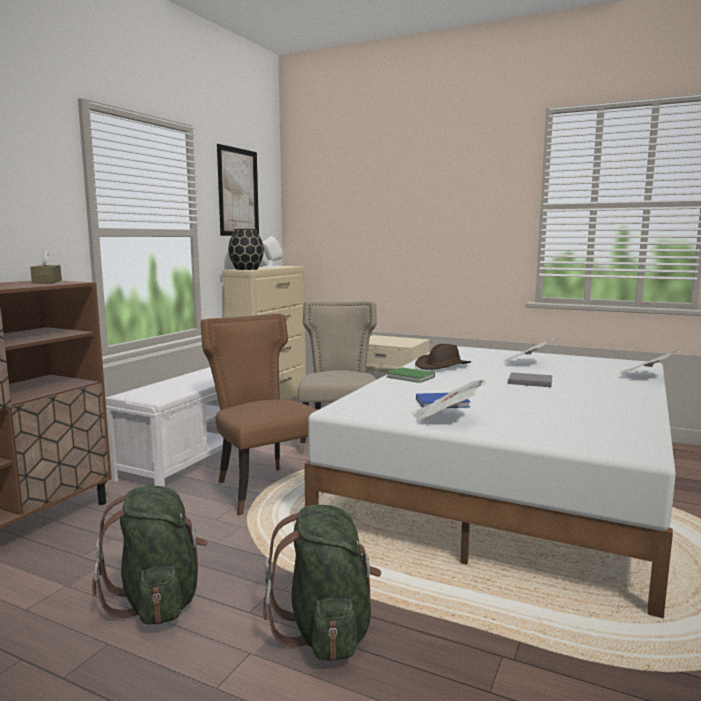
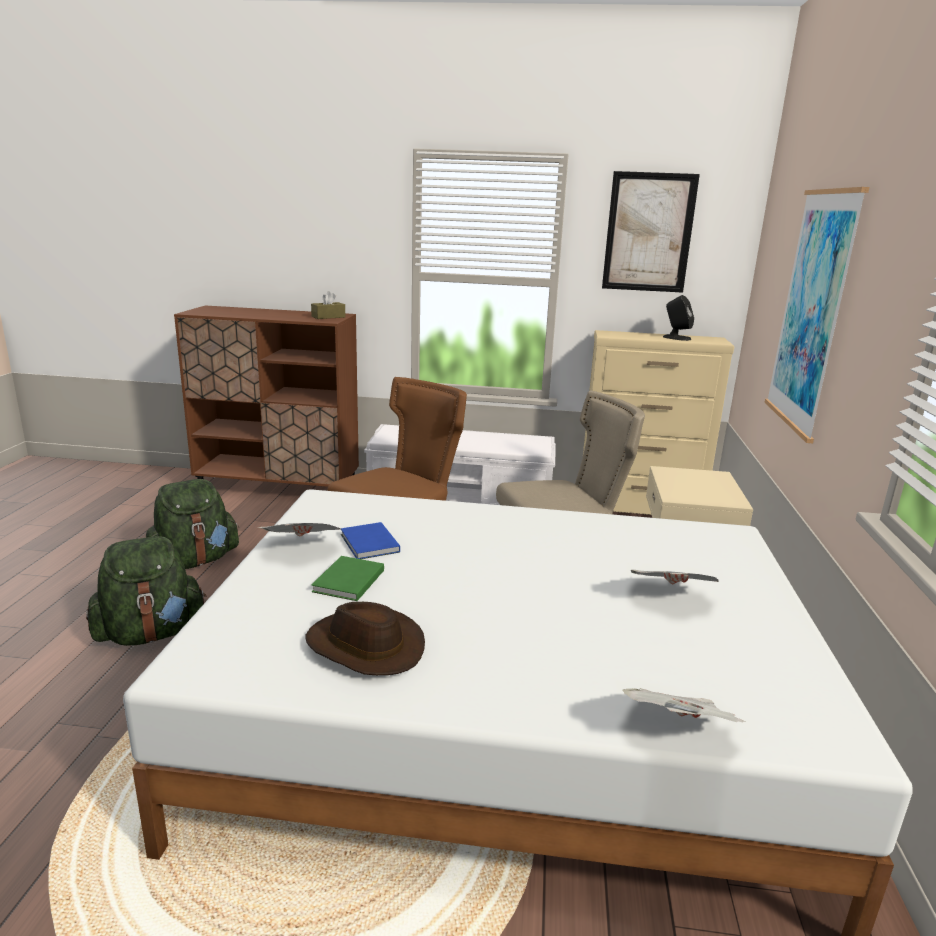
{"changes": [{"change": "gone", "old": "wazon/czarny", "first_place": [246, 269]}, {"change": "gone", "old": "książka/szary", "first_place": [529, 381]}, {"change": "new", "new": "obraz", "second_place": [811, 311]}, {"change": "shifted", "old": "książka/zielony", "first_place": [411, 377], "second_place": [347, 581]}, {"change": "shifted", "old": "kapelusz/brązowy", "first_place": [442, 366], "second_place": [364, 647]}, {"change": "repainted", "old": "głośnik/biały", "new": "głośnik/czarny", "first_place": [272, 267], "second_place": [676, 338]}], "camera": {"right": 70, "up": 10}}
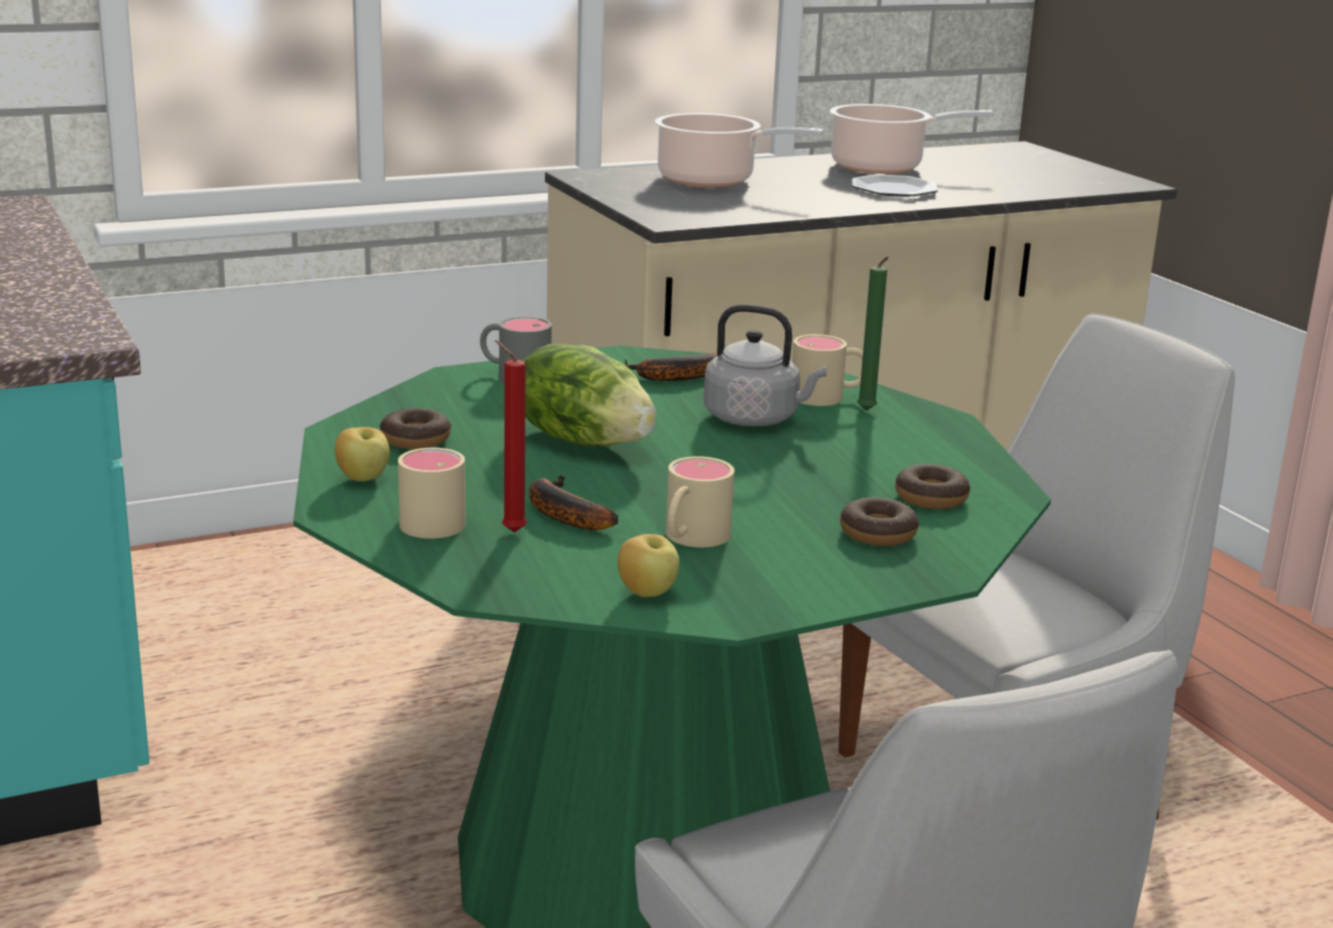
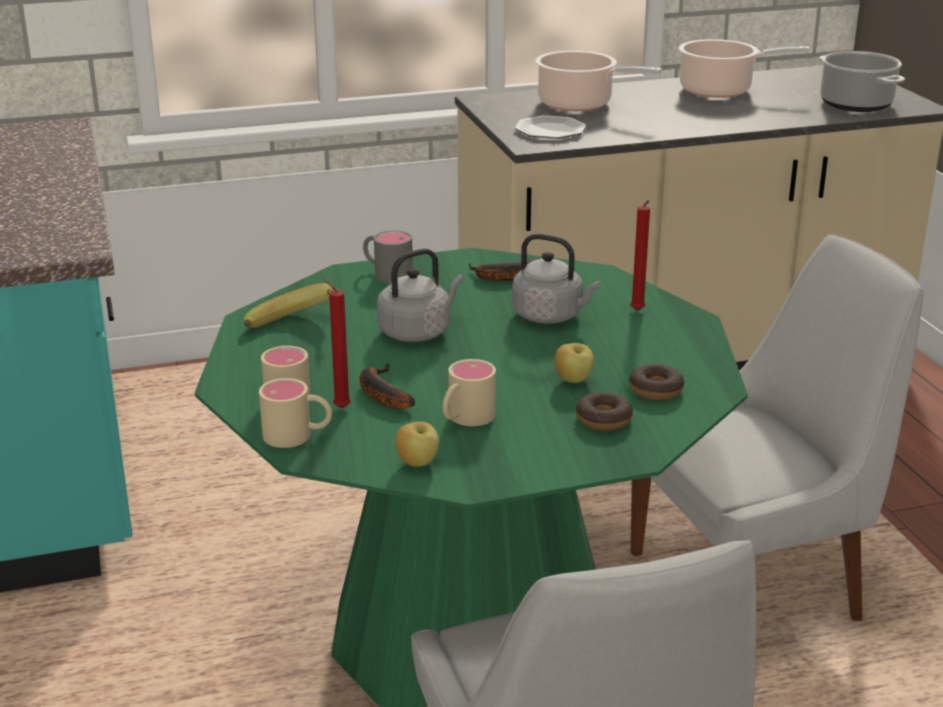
{"changes": [{"change": "new", "new": "garnek", "second_place": [857, 104]}, {"change": "shifted", "old": "jabłko", "first_place": [363, 479], "second_place": [574, 380]}, {"change": "shifted", "old": "kubek/beżowy", "first_place": [829, 397], "second_place": [298, 436]}, {"change": "shifted", "old": "talerz", "first_place": [894, 190], "second_place": [551, 131]}, {"change": "swapped", "old": "donut", "new": "banan", "first_place": [415, 440], "second_place": [298, 327]}, {"change": "swapped", "old": "sałata", "new": "czajnik/szary", "first_place": [584, 440], "second_place": [418, 331]}, {"change": "repainted", "old": "świeca/zielony", "new": "świeca/czerwony", "first_place": [867, 412], "second_place": [638, 312]}], "camera": {"right": 10, "up": 5}}
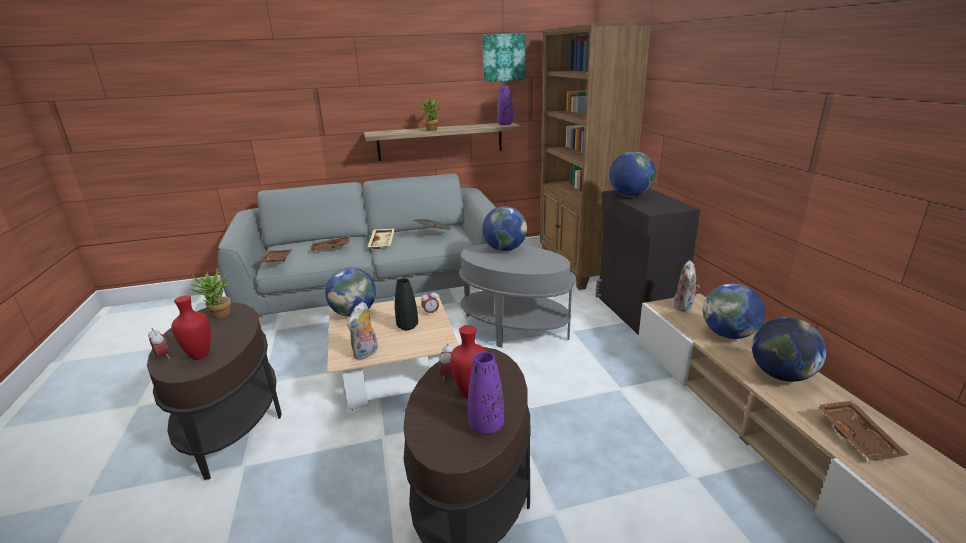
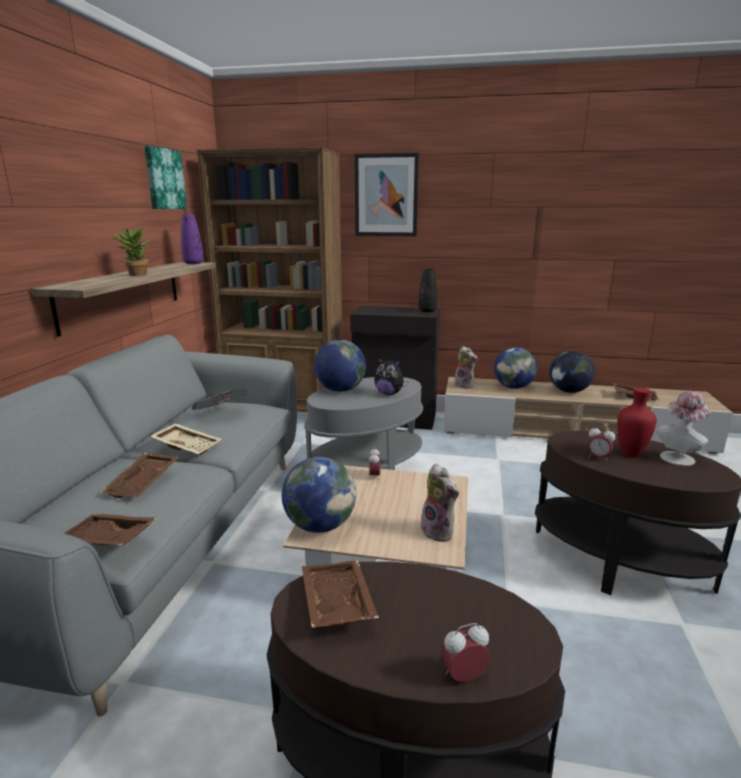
{"changes": [{"change": "gone", "old": "wazon/czerwony", "first_place": [201, 355]}, {"change": "gone", "old": "globus", "first_place": [629, 196]}, {"change": "new", "new": "obraz", "second_place": [386, 195]}, {"change": "new", "new": "pluszak", "second_place": [389, 393]}, {"change": "shifted", "old": "wazon/czarny", "first_place": [407, 326], "second_place": [427, 311]}, {"change": "swapped", "old": "roślina doniczkowa", "new": "taca/brązowy", "first_place": [219, 316], "second_place": [335, 603]}, {"change": "swapped", "old": "wazon/fioletowy", "new": "kapelusz", "first_place": [486, 426], "second_place": [679, 457]}], "camera": {"right": -65, "up": -5}}
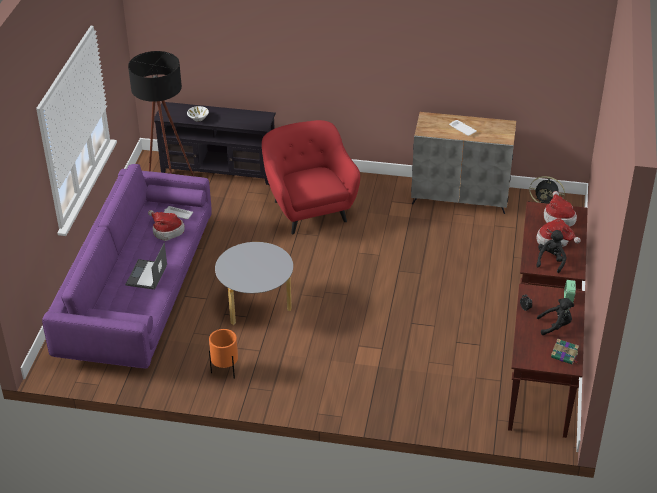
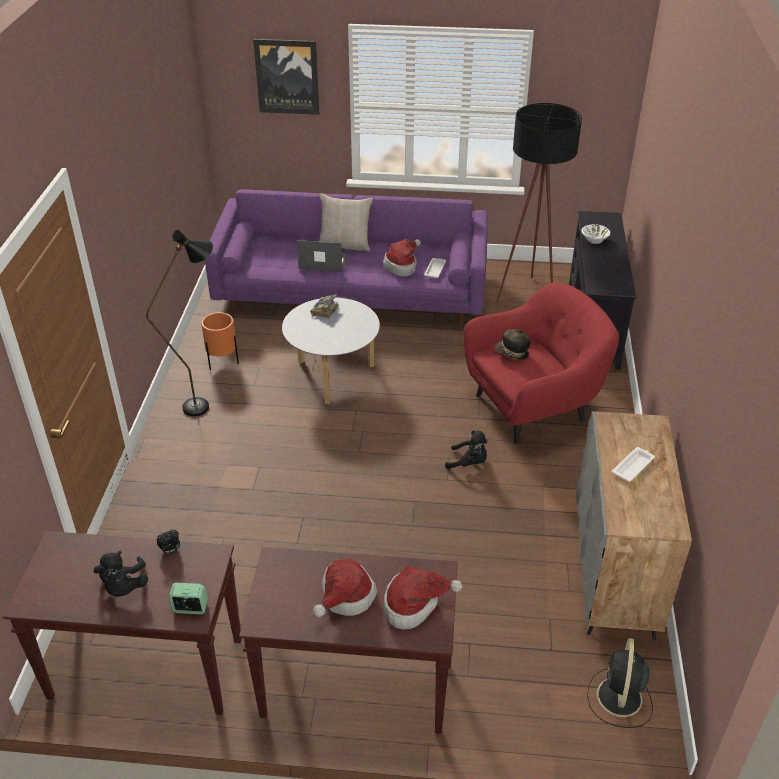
{"changes": [{"change": "new", "new": "lampa stojąca/czarny", "second_place": [205, 404]}, {"change": "new", "new": "obraz", "second_place": [287, 76]}, {"change": "new", "new": "poduszka/beżowy", "second_place": [345, 244]}, {"change": "new", "new": "kapelusz", "second_place": [511, 354]}, {"change": "shifted", "old": "pluszak/czarny", "first_place": [551, 261], "second_place": [469, 463]}, {"change": "shifted", "old": "książka", "first_place": [565, 356], "second_place": [324, 310]}], "camera": {"right": 85, "up": 0}}
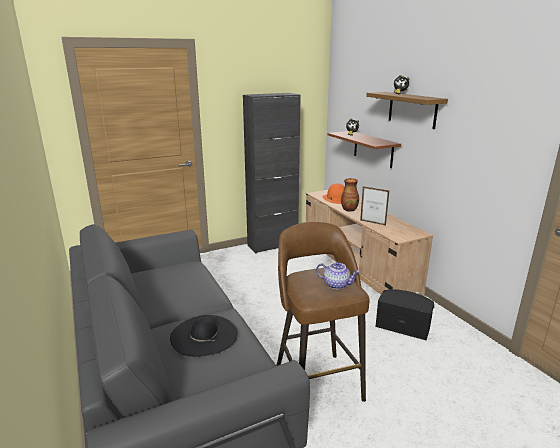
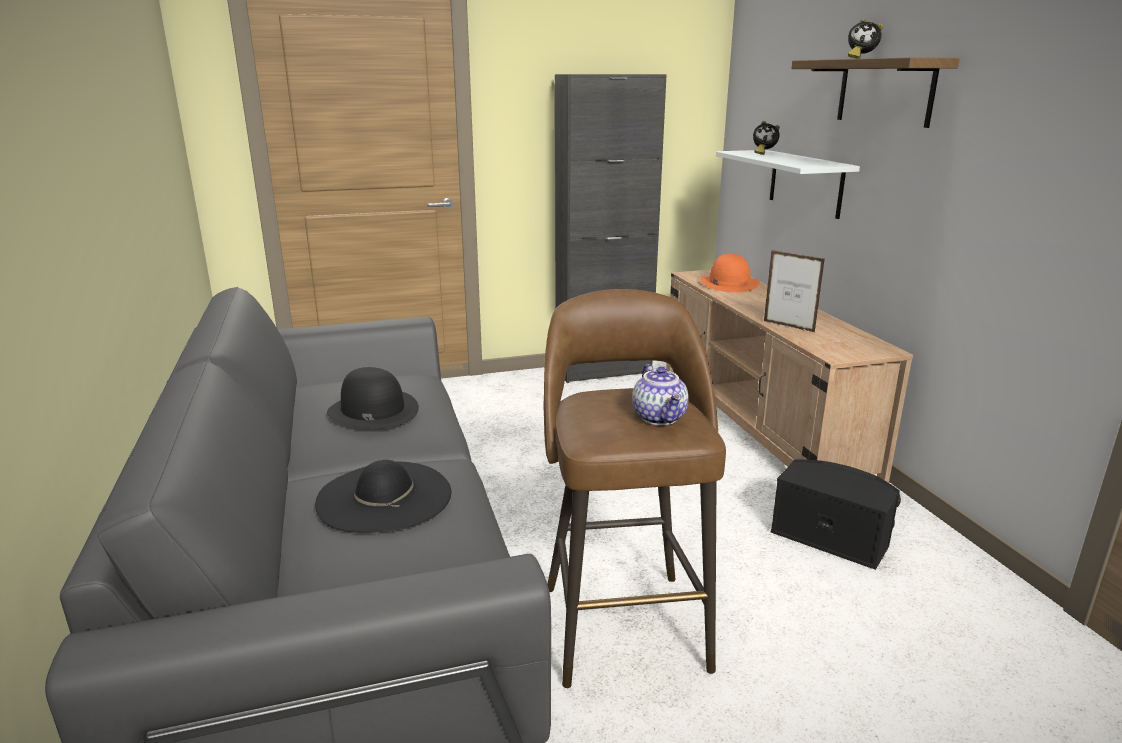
{"changes": [{"change": "gone", "old": "wazon", "first_place": [349, 209]}, {"change": "new", "new": "kapelusz/czarny", "second_place": [372, 410]}, {"change": "repainted", "old": "półka/brązowy", "new": "półka/biały", "first_place": [373, 149], "second_place": [805, 183]}, {"change": "rotated", "old": "imbryk", "first_place": [336, 284], "second_place": [660, 417], "degrees": 45}], "camera": {"right": 10, "up": 0}}
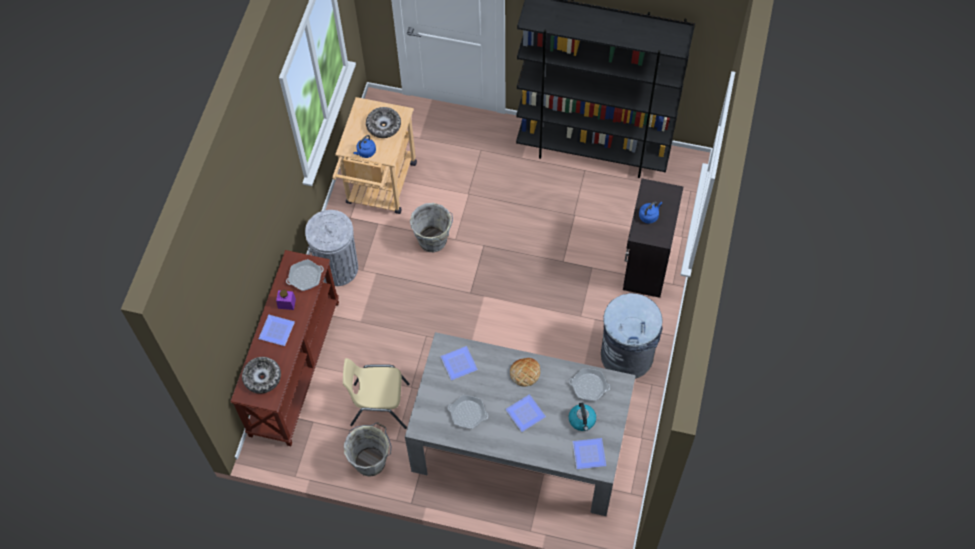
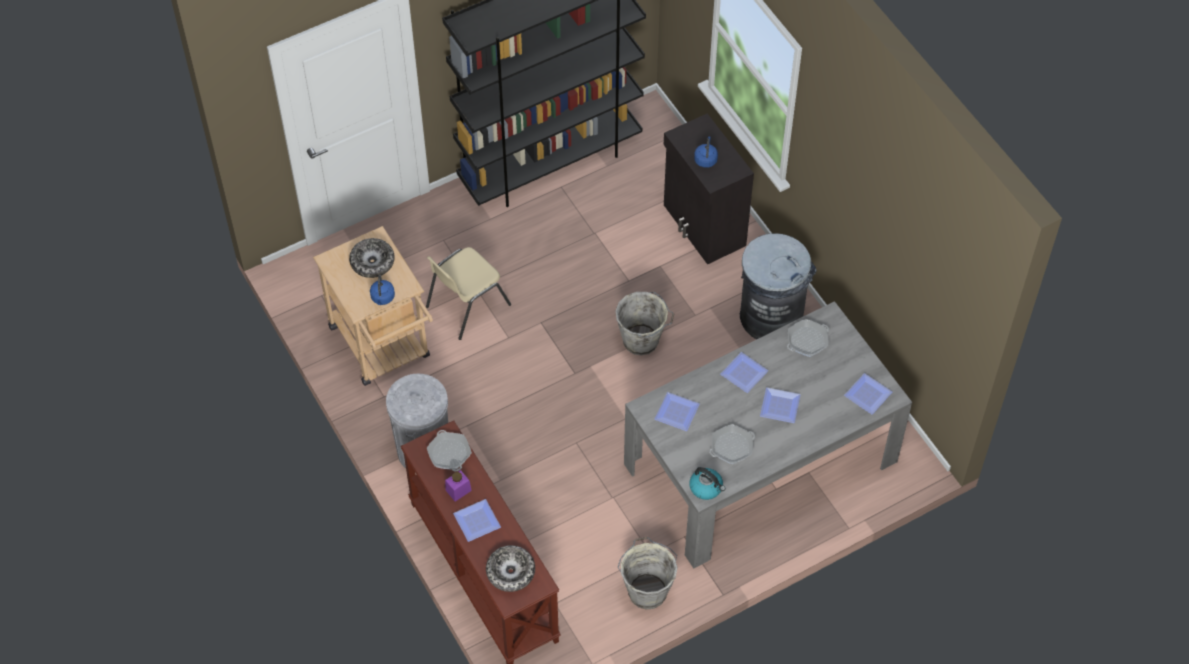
{"changes": [{"change": "shifted", "old": "krzesło/beżowy", "first_place": [379, 405], "second_place": [466, 306]}, {"change": "shifted", "old": "wiadro/szary", "first_place": [433, 241], "second_place": [642, 341]}, {"change": "shifted", "old": "czajnik", "first_place": [582, 420], "second_place": [706, 487]}, {"change": "swapped", "old": "chleb", "new": "talerz", "first_place": [525, 373], "second_place": [742, 374]}, {"change": "rotated", "old": "patelnia", "first_place": [305, 277], "second_place": [449, 453], "degrees": -45}], "camera": {"right": -45, "up": -5}}
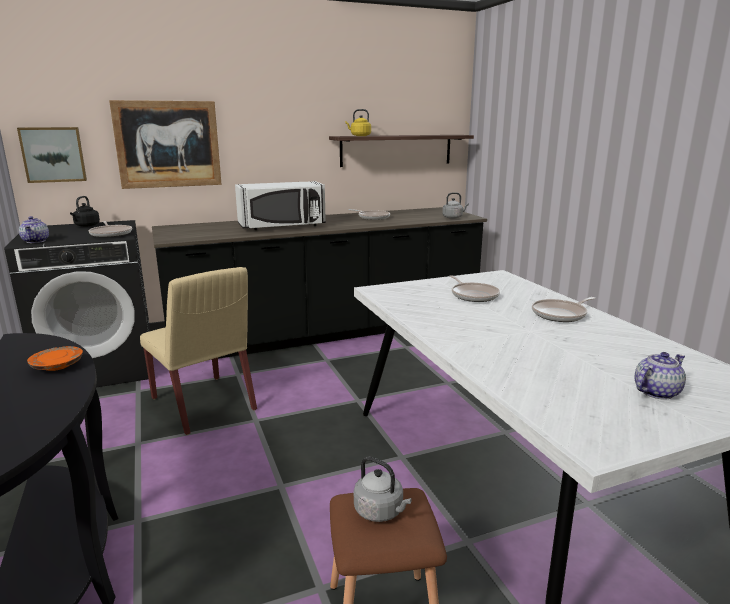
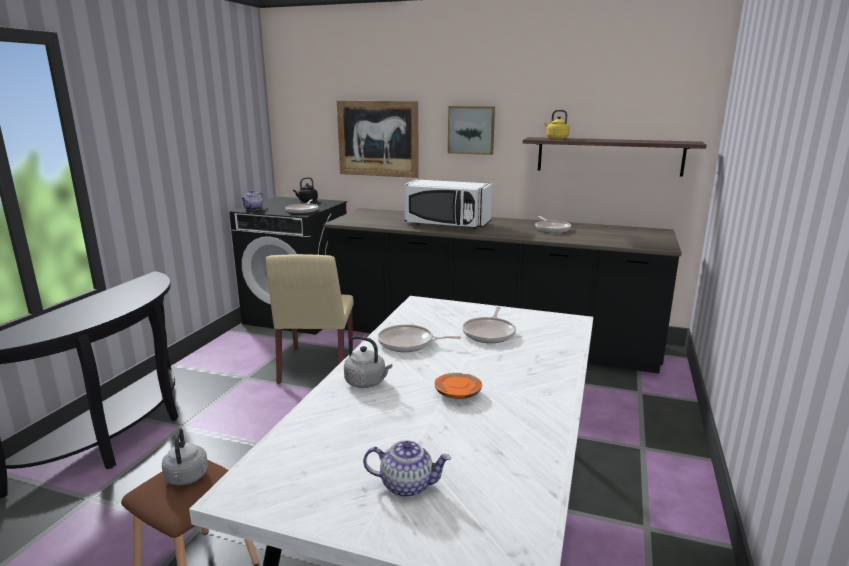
{"changes": [{"change": "shifted", "old": "obraz", "first_place": [53, 154], "second_place": [471, 130]}, {"change": "shifted", "old": "talerz/pomarańczowy", "first_place": [57, 366], "second_place": [457, 393]}, {"change": "shifted", "old": "czajnik/szary", "first_place": [453, 217], "second_place": [367, 383]}, {"change": "shifted", "old": "patelnia", "first_place": [561, 314], "second_place": [409, 343]}], "camera": {"right": 40, "up": 0}}
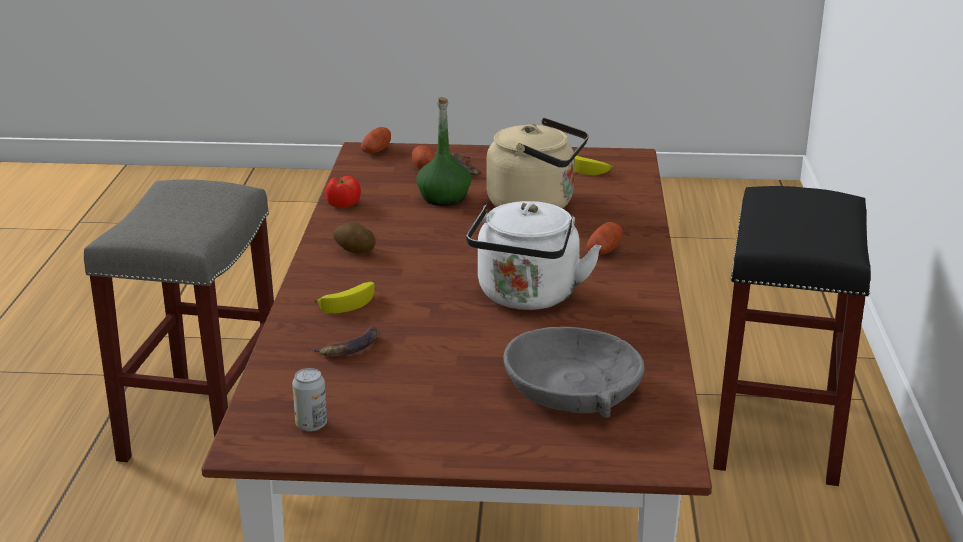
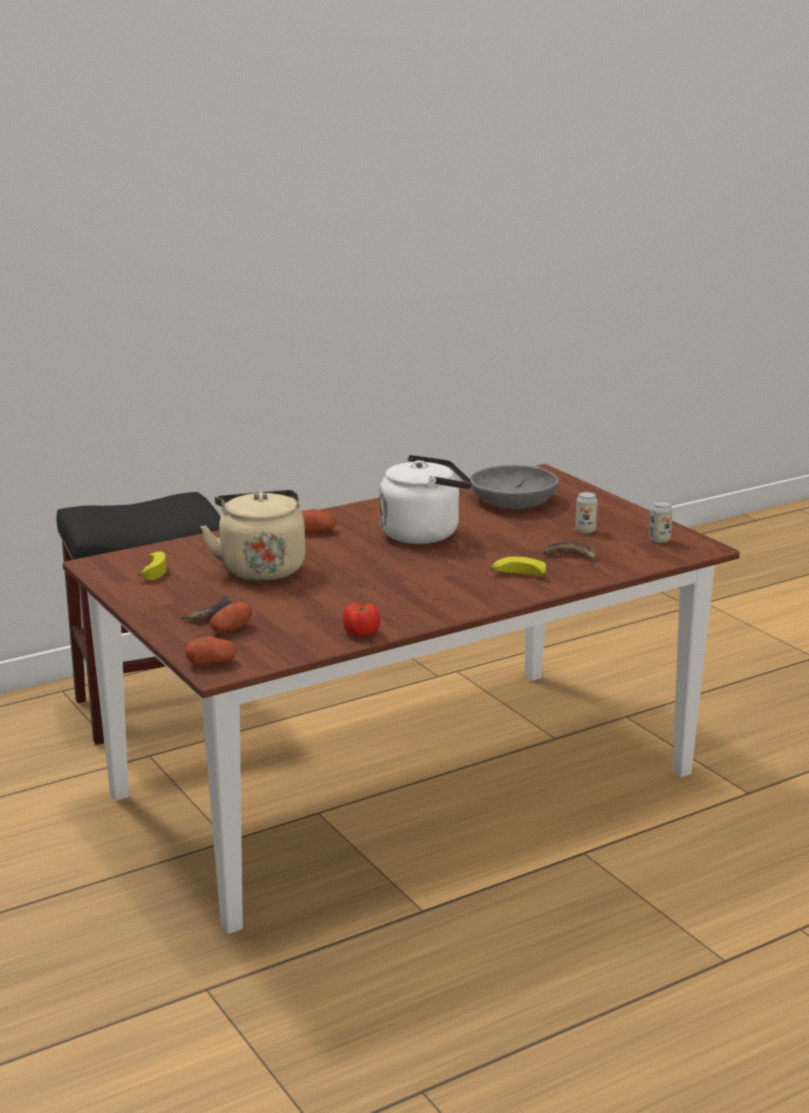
{"changes": [{"change": "gone", "old": "stołek/szary", "first_place": [202, 422]}, {"change": "gone", "old": "ziemniak", "first_place": [354, 250]}, {"change": "gone", "old": "butelka/zielony", "first_place": [444, 198]}, {"change": "new", "new": "puszka", "second_place": [585, 531]}], "camera": {"right": -125, "up": -5}}
